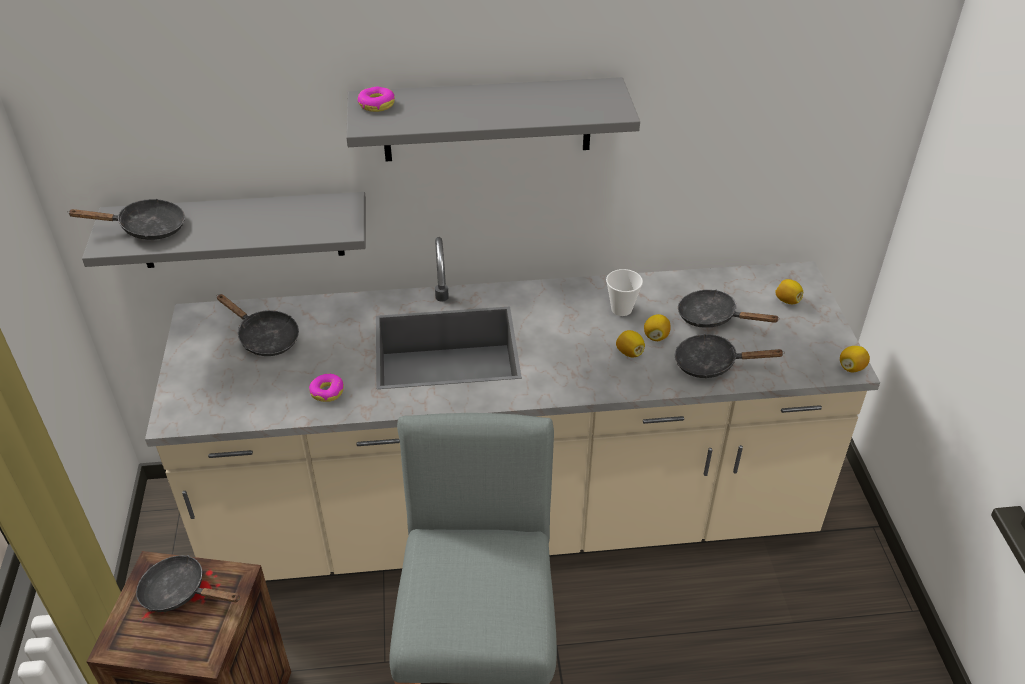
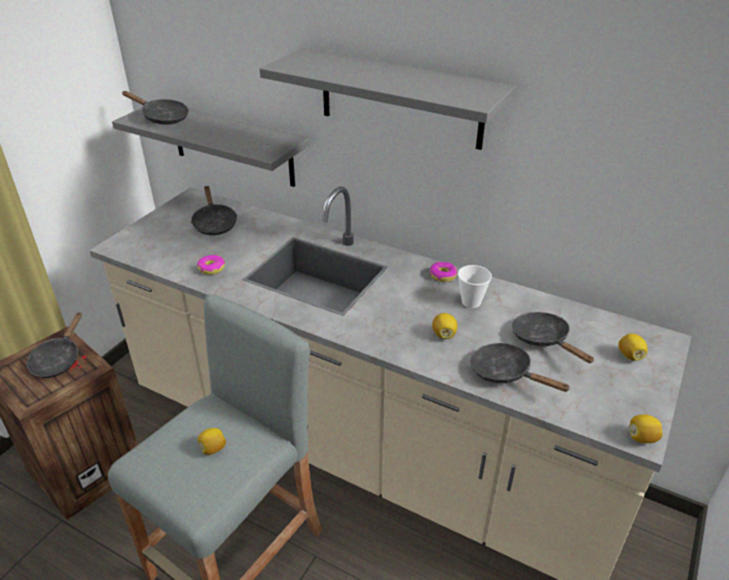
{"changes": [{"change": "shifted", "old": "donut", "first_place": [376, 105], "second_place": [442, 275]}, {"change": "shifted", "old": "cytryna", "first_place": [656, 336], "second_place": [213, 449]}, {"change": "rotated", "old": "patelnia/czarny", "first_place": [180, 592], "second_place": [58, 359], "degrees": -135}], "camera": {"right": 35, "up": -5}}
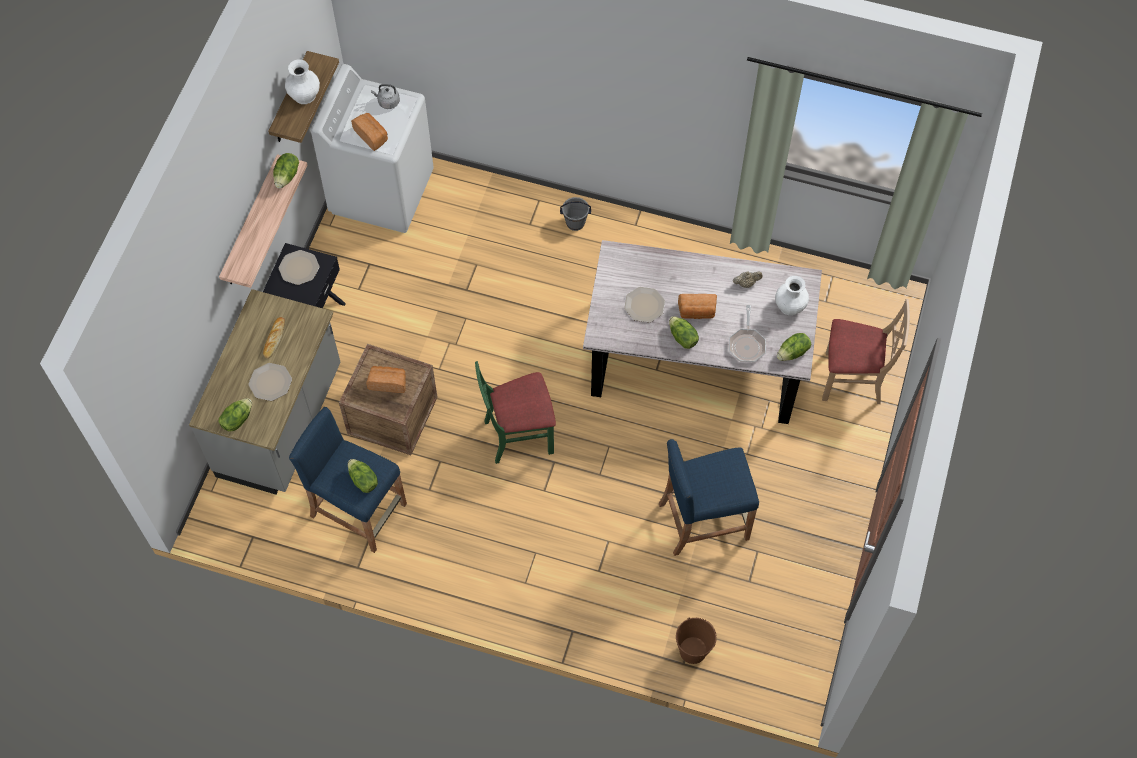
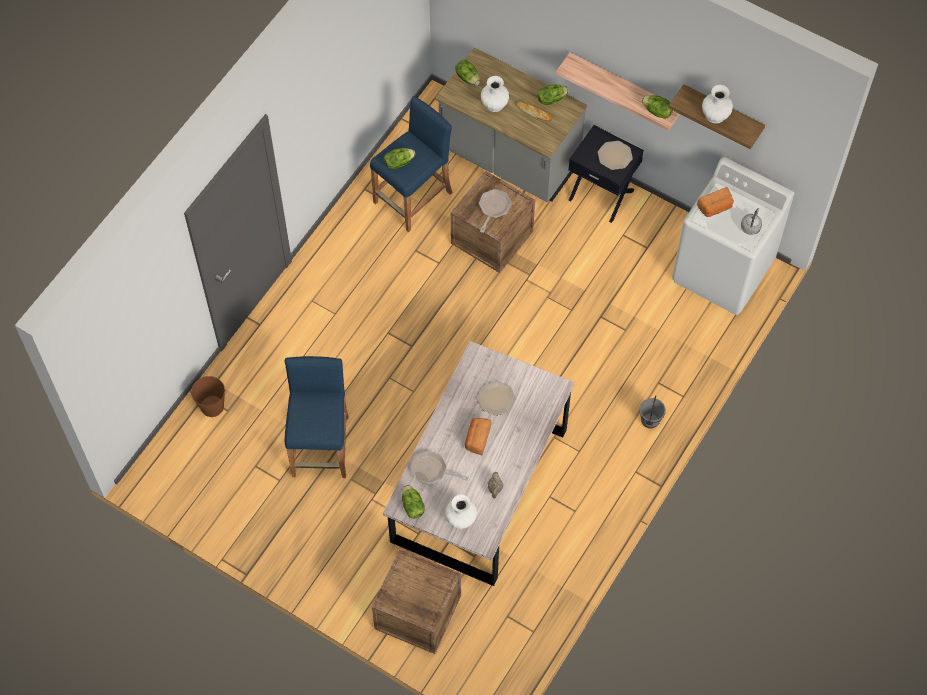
{"changes": [{"change": "gone", "old": "krzesło/zielony", "first_place": [518, 435]}, {"change": "shifted", "old": "sałata", "first_place": [682, 338], "second_place": [551, 99]}, {"change": "swapped", "old": "talerz", "new": "wazon/biały", "first_place": [270, 383], "second_place": [494, 104]}, {"change": "swapped", "old": "chleb", "new": "patelnia", "first_place": [388, 383], "second_place": [493, 208]}, {"change": "swapped", "old": "krzesło/beżowy", "new": "skrzynka", "first_place": [852, 379], "second_place": [418, 612]}], "camera": {"right": 105, "up": 0}}
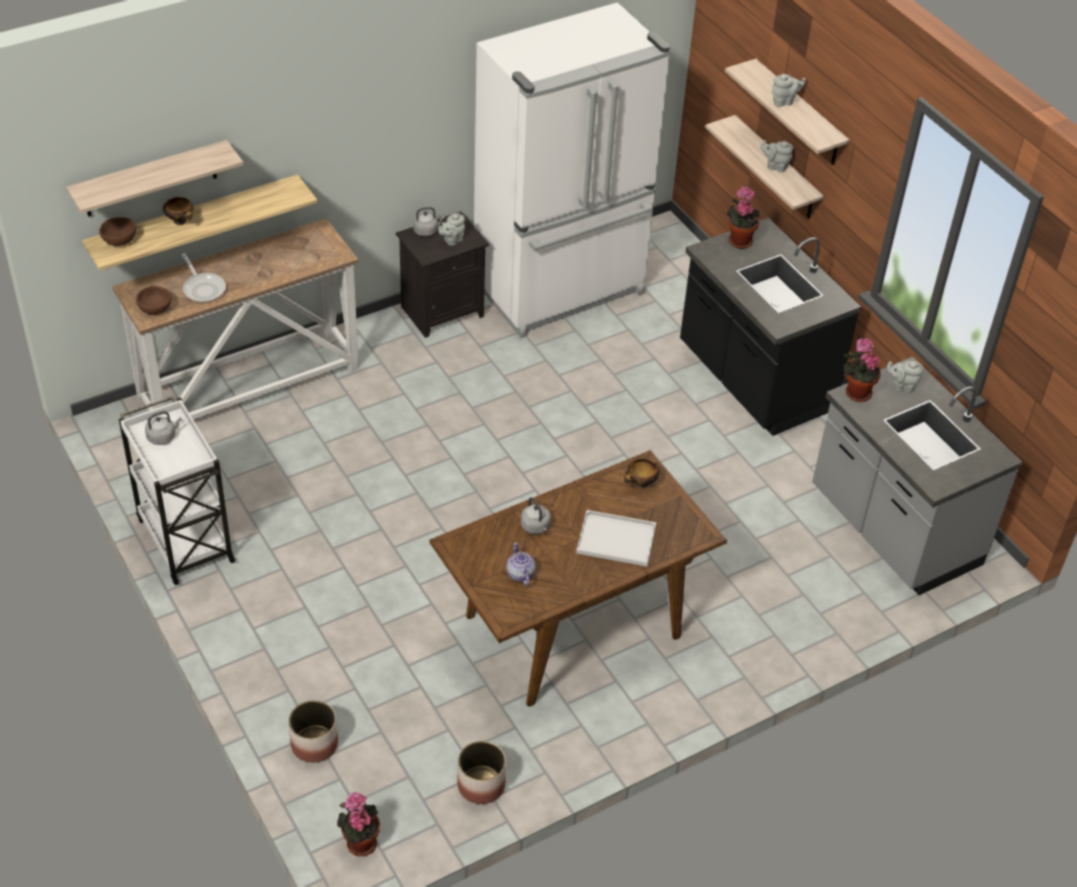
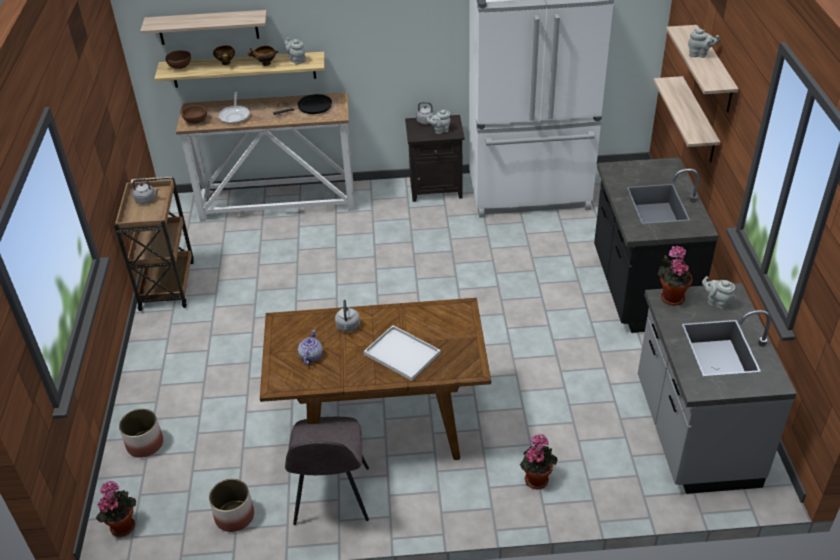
{"changes": [{"change": "new", "new": "patelnia/czarny", "second_place": [312, 107]}, {"change": "new", "new": "krzesło/szary", "second_place": [331, 498]}, {"change": "shifted", "old": "miska", "first_place": [640, 484], "second_place": [265, 64]}, {"change": "shifted", "old": "roślina doniczkowa", "first_place": [739, 240], "second_place": [536, 478]}, {"change": "shifted", "old": "imbryk/szary", "first_place": [775, 166], "second_place": [296, 60]}, {"change": "repainted", "old": "wózek/biały", "new": "wózek/brązowy", "first_place": [184, 538], "second_place": [167, 284]}], "camera": {"right": 30, "up": -5}}
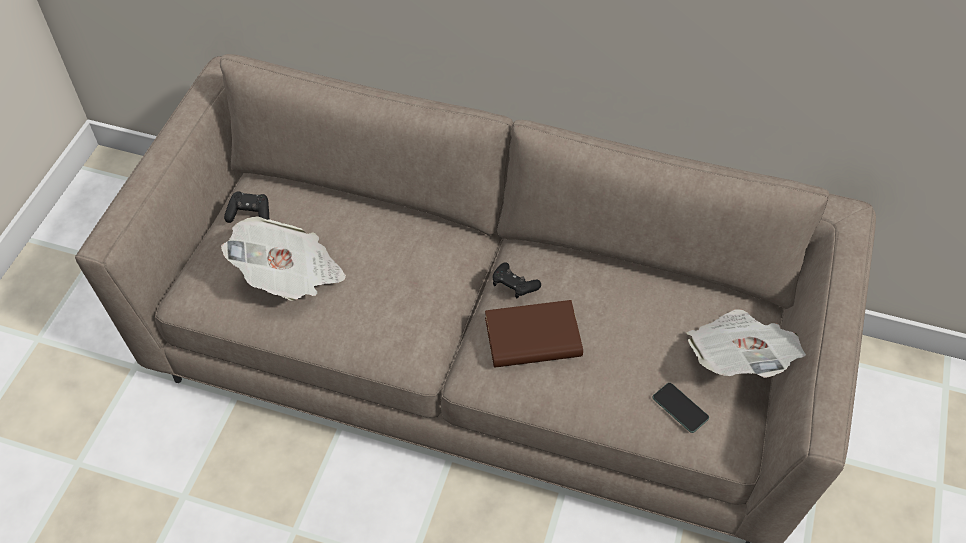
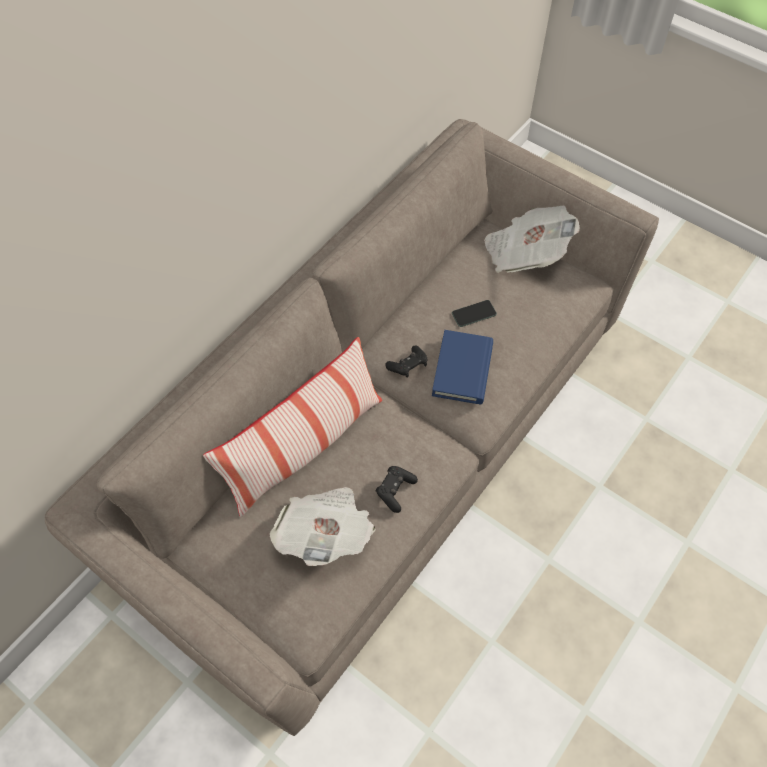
{"changes": [{"change": "new", "new": "poduszka", "second_place": [304, 447]}, {"change": "shifted", "old": "pad do gier/czarny", "first_place": [250, 214], "second_place": [395, 491]}, {"change": "shifted", "old": "telefon", "first_place": [680, 408], "second_place": [474, 314]}, {"change": "repainted", "old": "książka/brązowy", "new": "książka/niebieski", "first_place": [533, 338], "second_place": [462, 369]}], "camera": {"right": -70, "up": 5}}
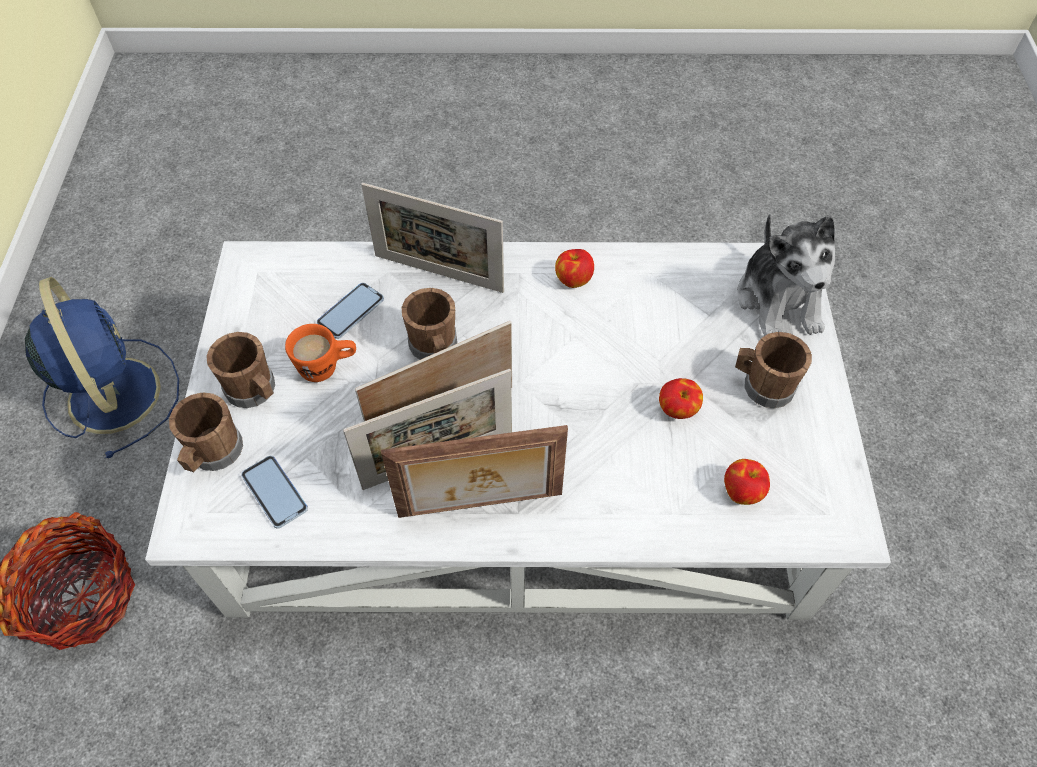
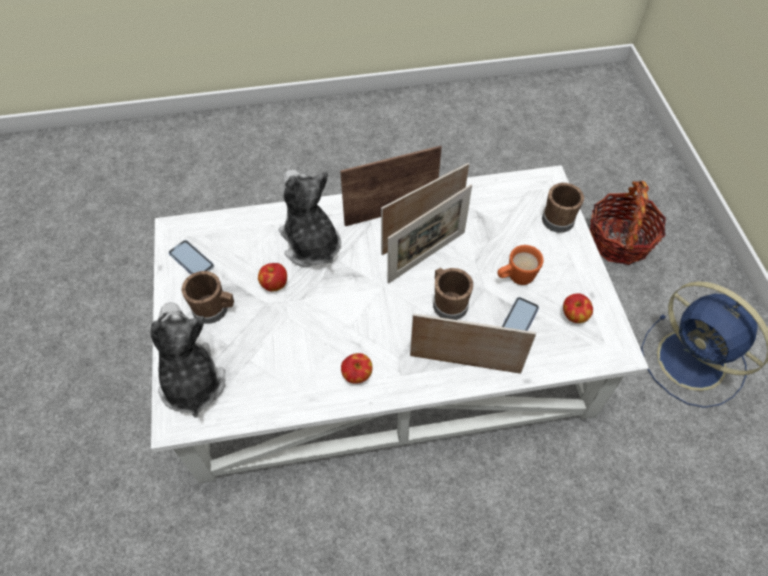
{"changes": [{"change": "gone", "old": "kubek/brązowy", "first_place": [254, 391]}, {"change": "new", "new": "pluszak", "second_place": [311, 244]}, {"change": "shifted", "old": "telefon", "first_place": [274, 492], "second_place": [191, 260]}, {"change": "shifted", "old": "jabłko", "first_place": [742, 491], "second_place": [574, 316]}], "camera": {"right": 170, "up": 0}}
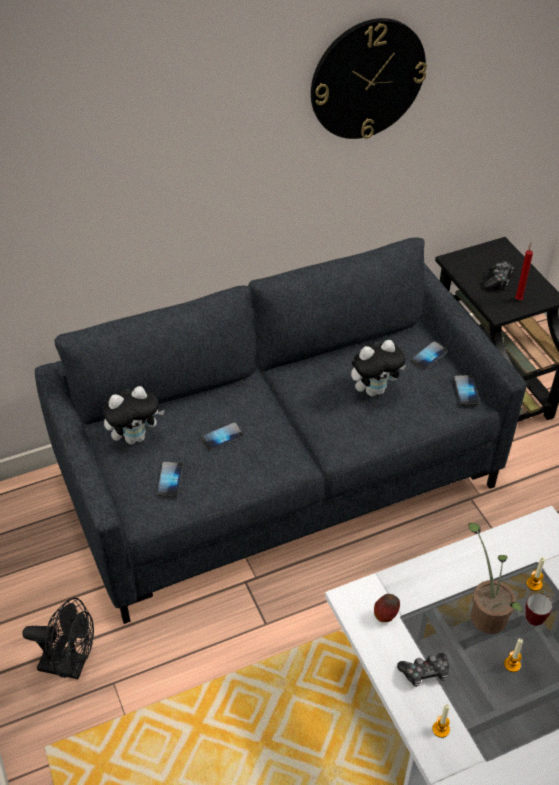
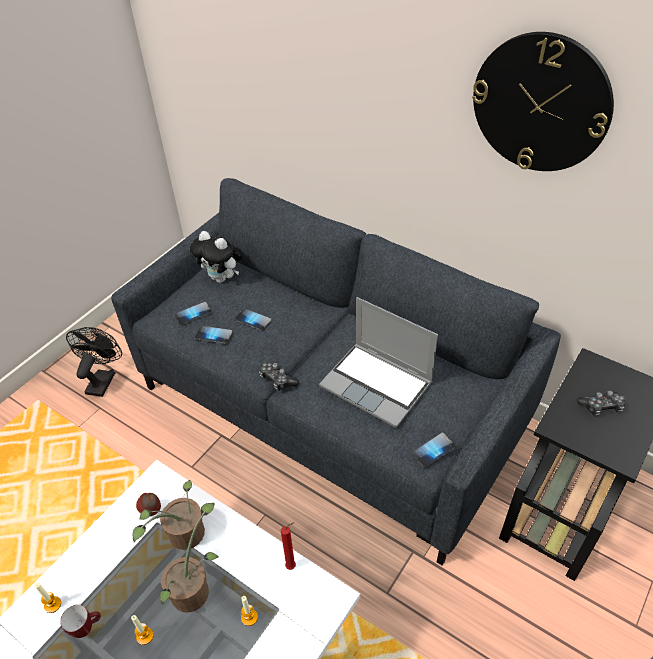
{"changes": [{"change": "new", "new": "roślina doniczkowa", "second_place": [182, 537]}, {"change": "shifted", "old": "pad do gier", "first_place": [425, 673], "second_place": [277, 380]}, {"change": "shifted", "old": "telefon", "first_place": [428, 356], "second_place": [214, 335]}, {"change": "shifted", "old": "świeca/czerwony", "first_place": [518, 299], "second_place": [292, 566]}, {"change": "shifted", "old": "kubek", "first_place": [533, 617], "second_place": [87, 628]}, {"change": "swapped", "old": "pluszak", "new": "laptop", "first_place": [374, 390], "second_place": [378, 385]}, {"change": "rotated", "old": "wentylator/czarny", "first_place": [70, 665], "second_place": [102, 379], "degrees": -150}], "camera": {"right": 60, "up": 0}}
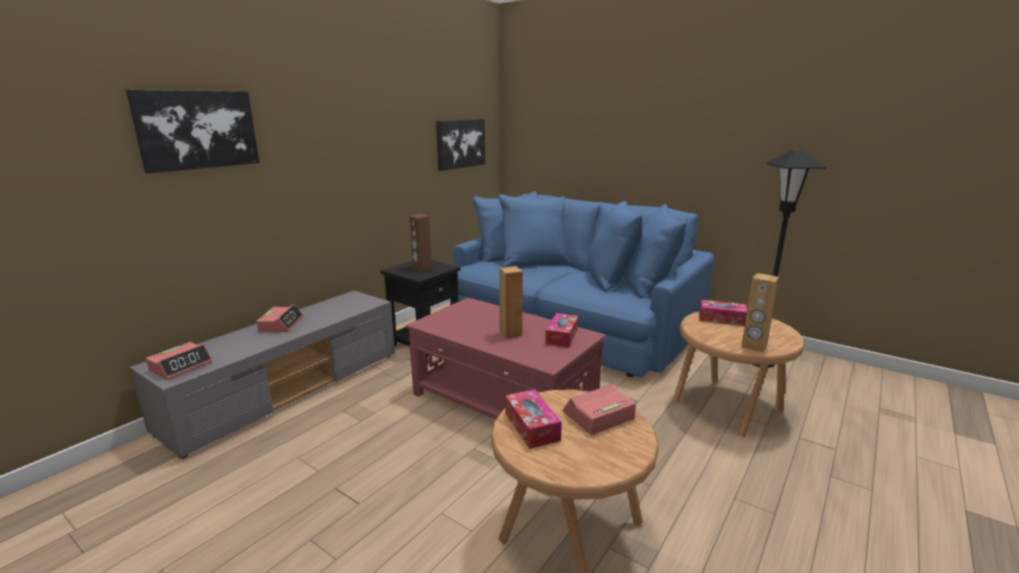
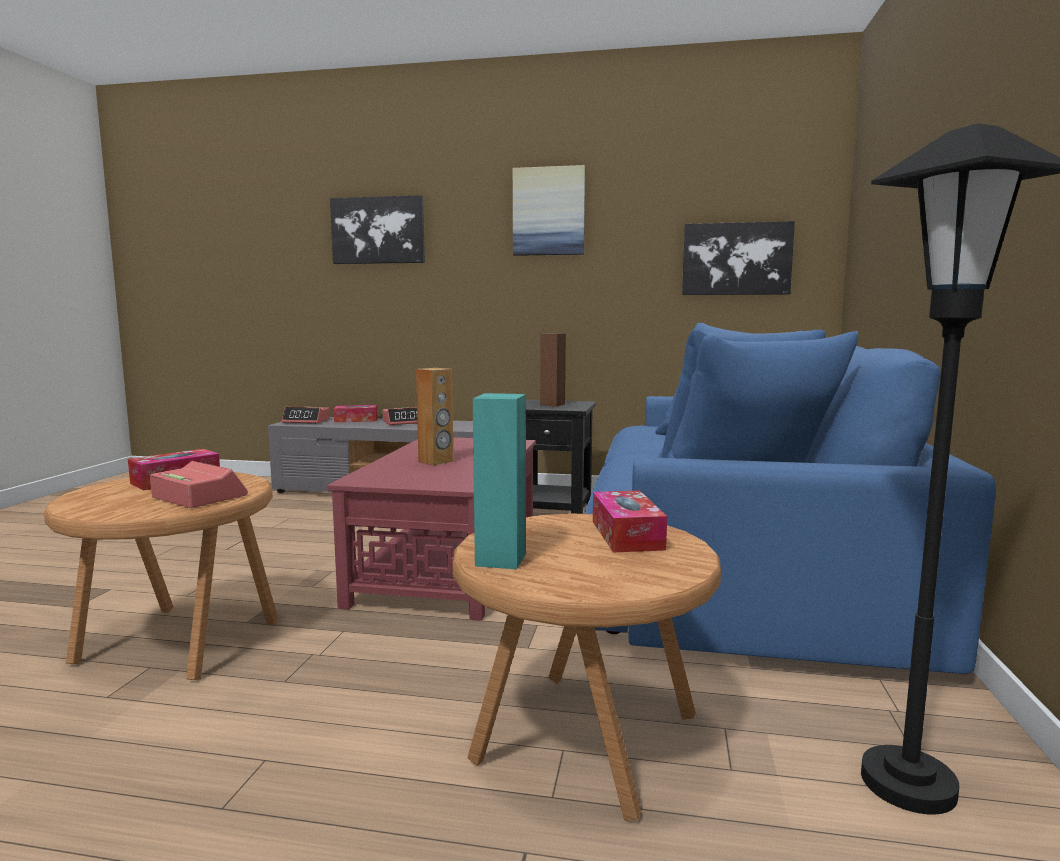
{"changes": [{"change": "new", "new": "obraz", "second_place": [549, 211]}, {"change": "shifted", "old": "pudełko chusteczek", "first_place": [561, 336], "second_place": [356, 420]}, {"change": "repainted", "old": "głośnik/brązowy", "new": "głośnik/turkusowy", "first_place": [753, 346], "second_place": [500, 559]}], "camera": {"right": 65, "up": -10}}
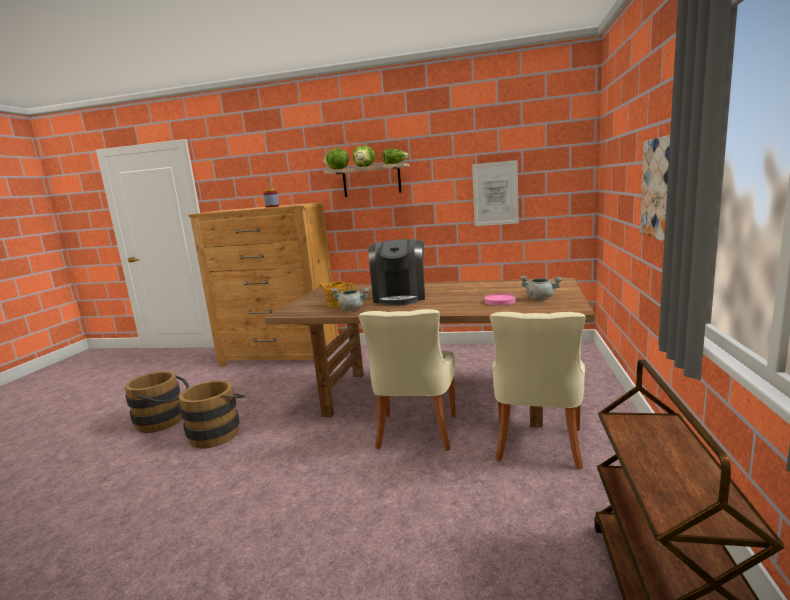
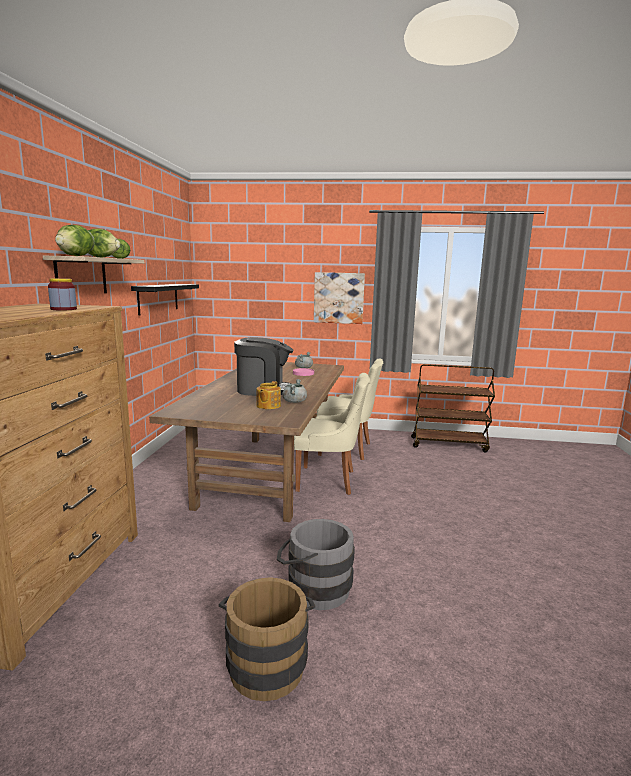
{"changes": [{"change": "swapped", "old": "obraz", "new": "półka/czarny", "first_place": [495, 193], "second_place": [158, 298]}, {"change": "repainted", "old": "wiadro/brązowy", "new": "wiadro/szary", "first_place": [218, 433], "second_place": [314, 588]}], "camera": {"right": -95, "up": 0}}
